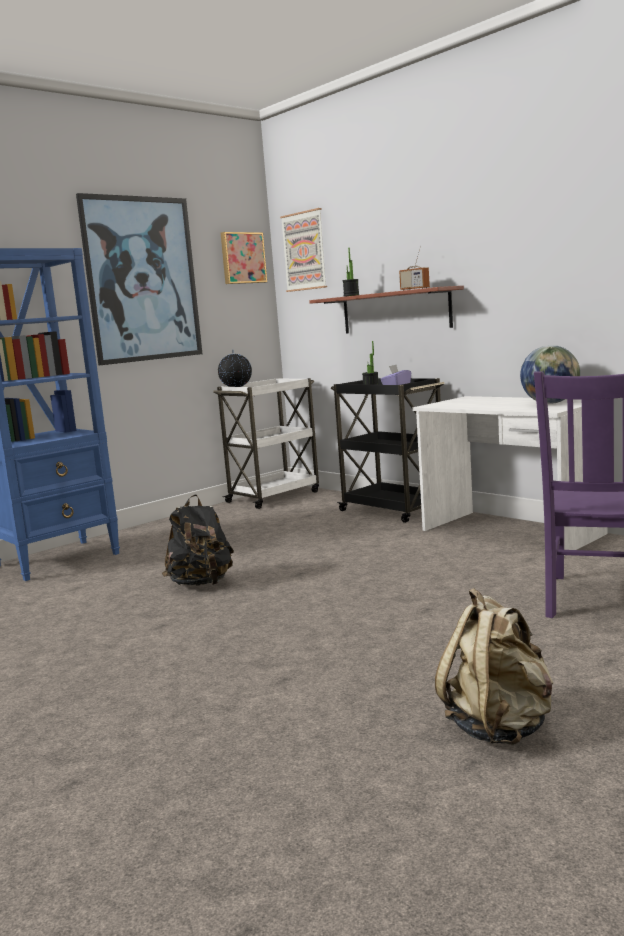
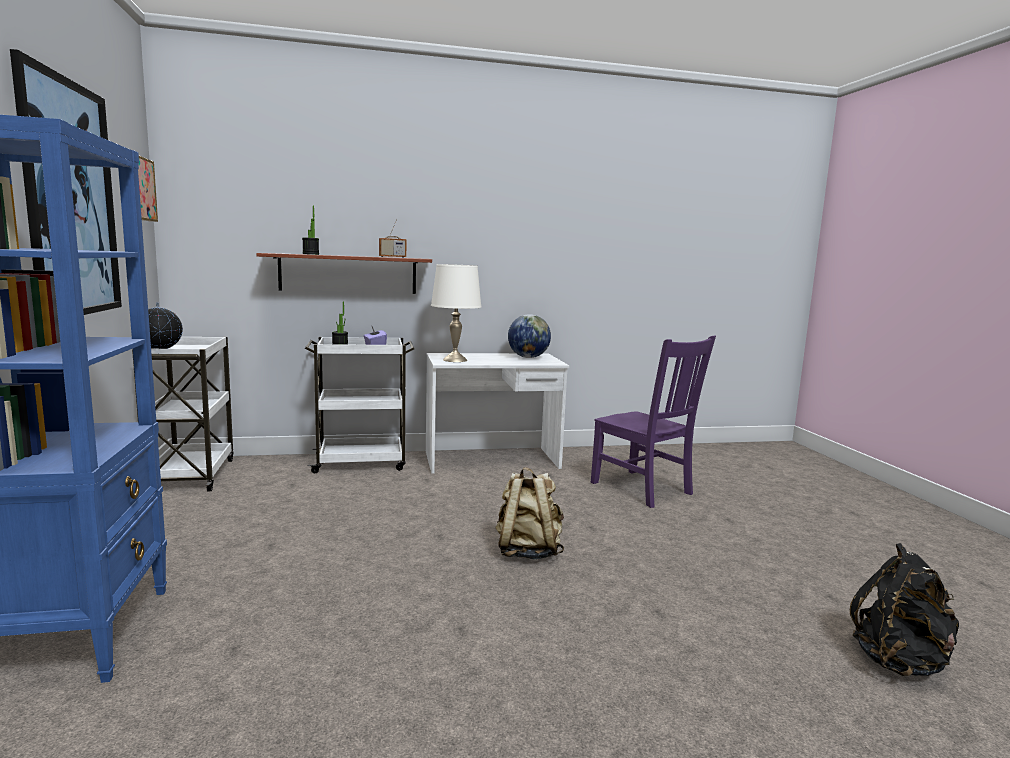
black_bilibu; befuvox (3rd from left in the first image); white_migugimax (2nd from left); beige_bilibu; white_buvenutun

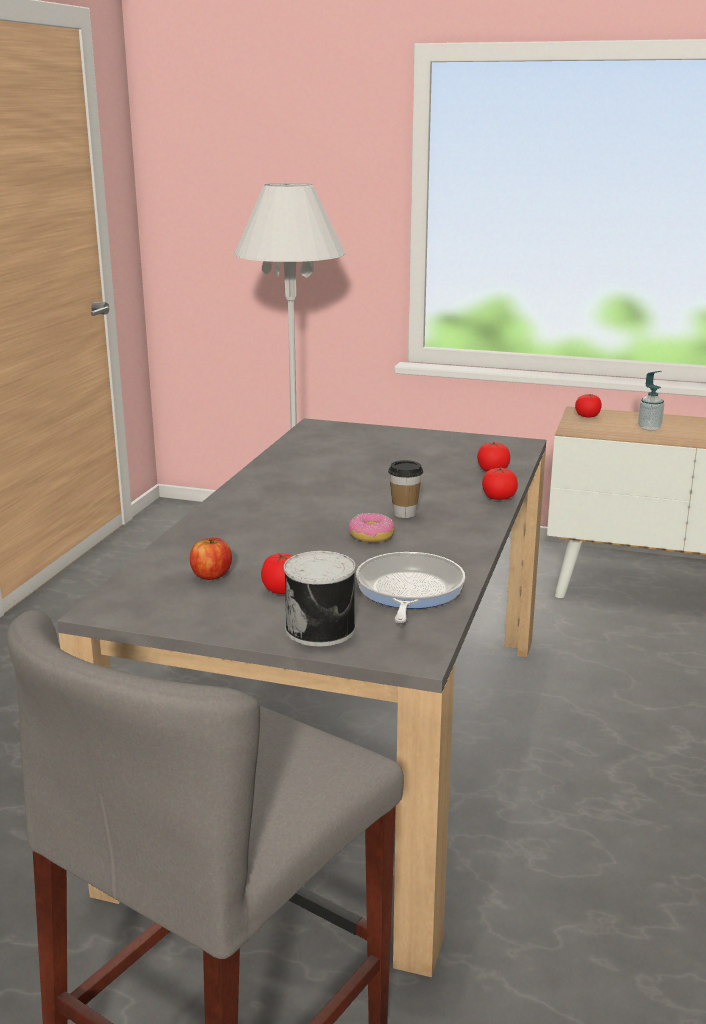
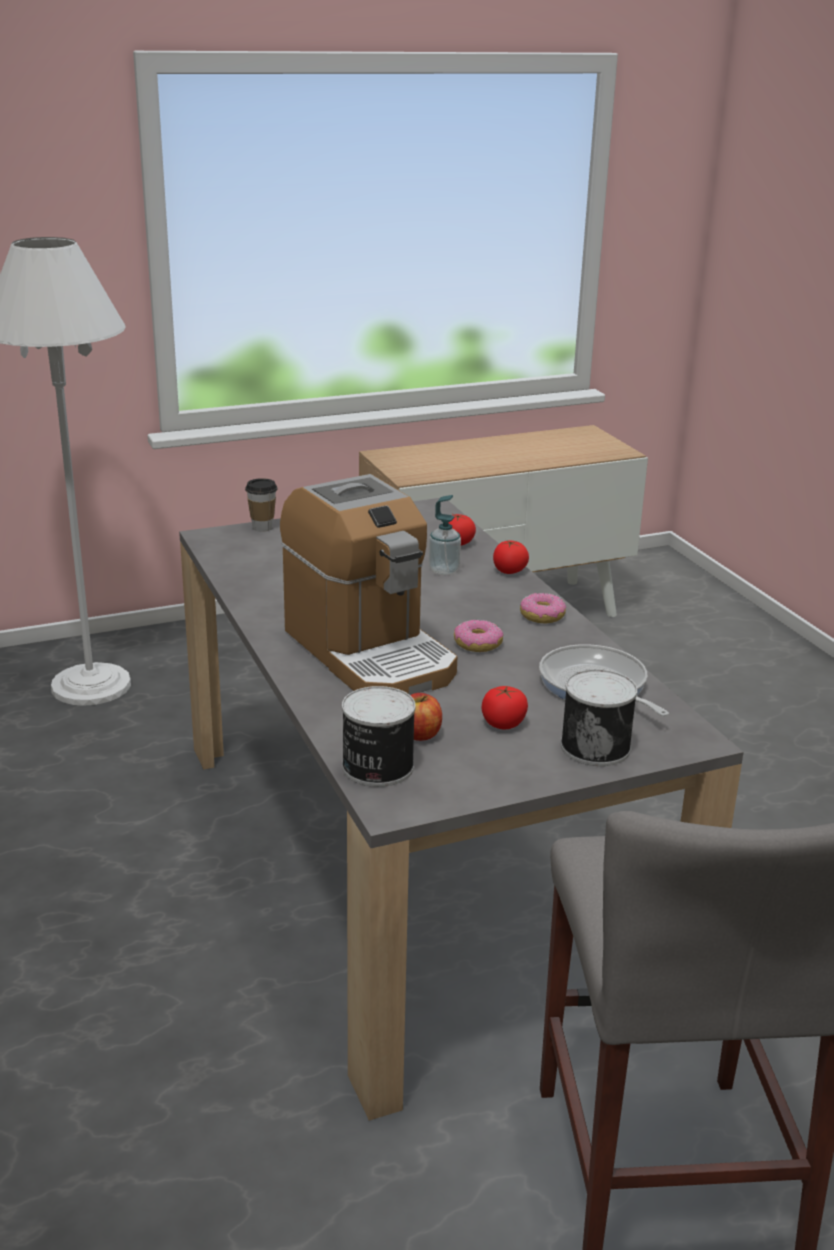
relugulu; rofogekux (4th from left in the first image); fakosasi; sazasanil; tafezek (1st from left); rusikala (2nd from left)

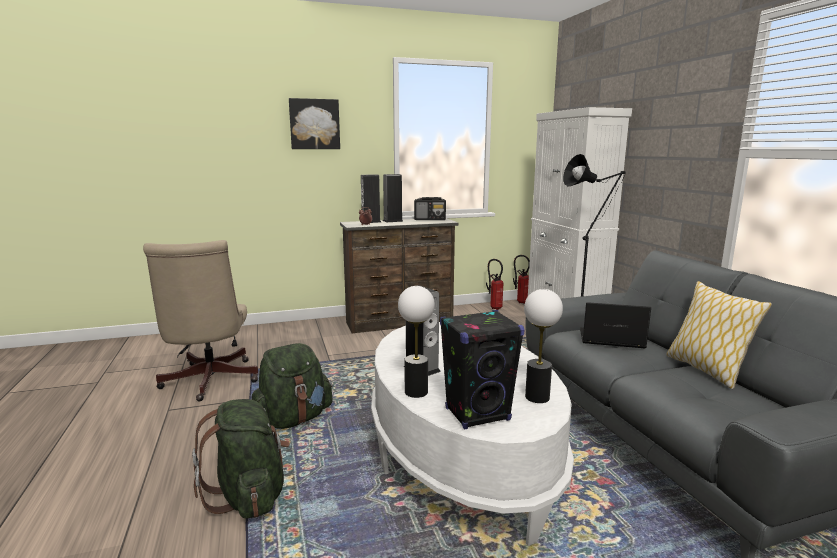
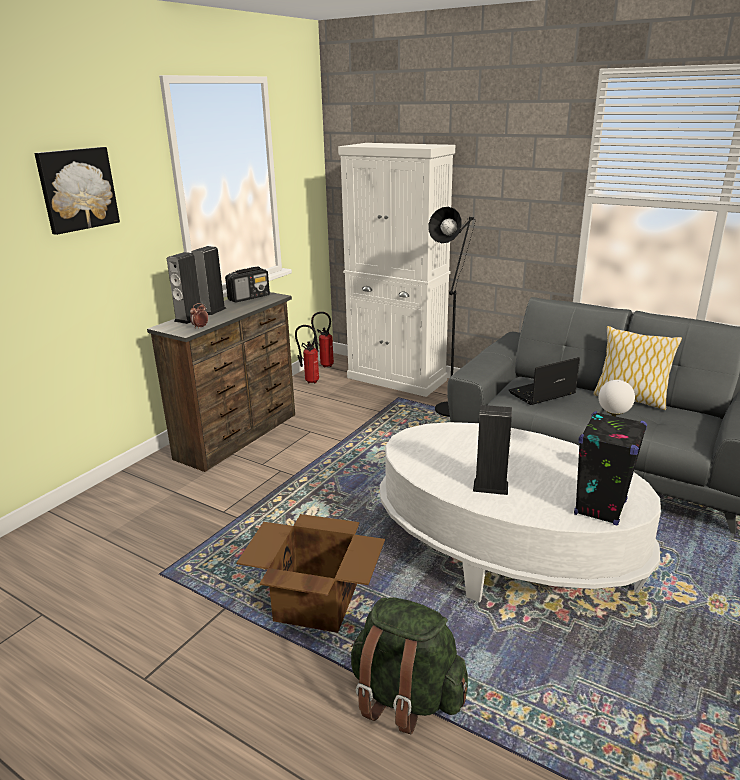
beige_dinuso; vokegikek; buvenutun (1st from left in the first image)

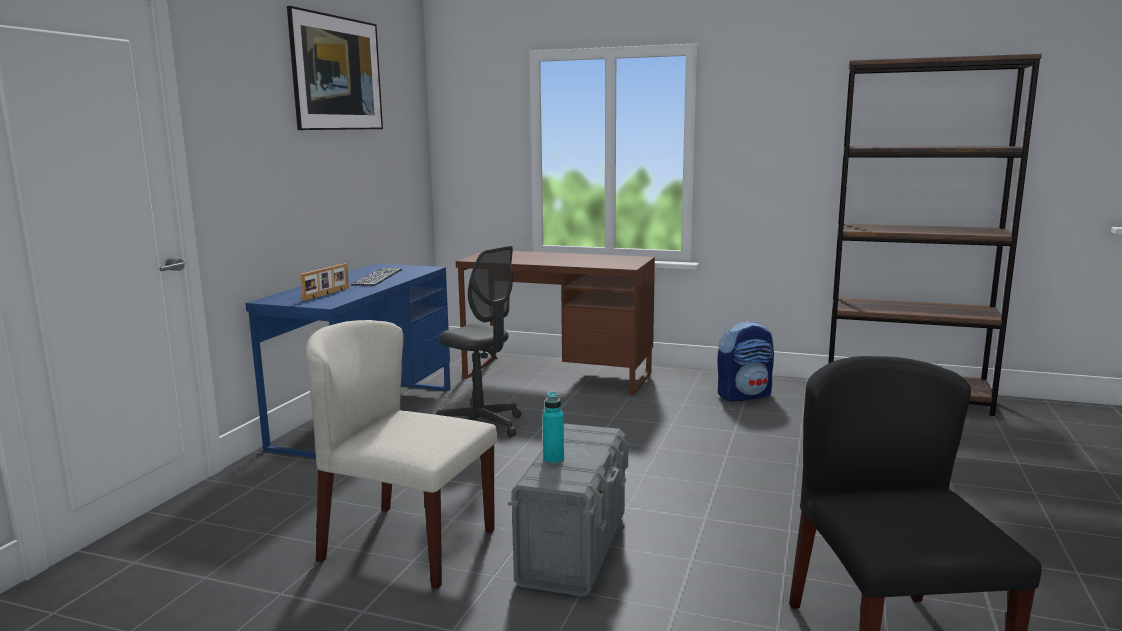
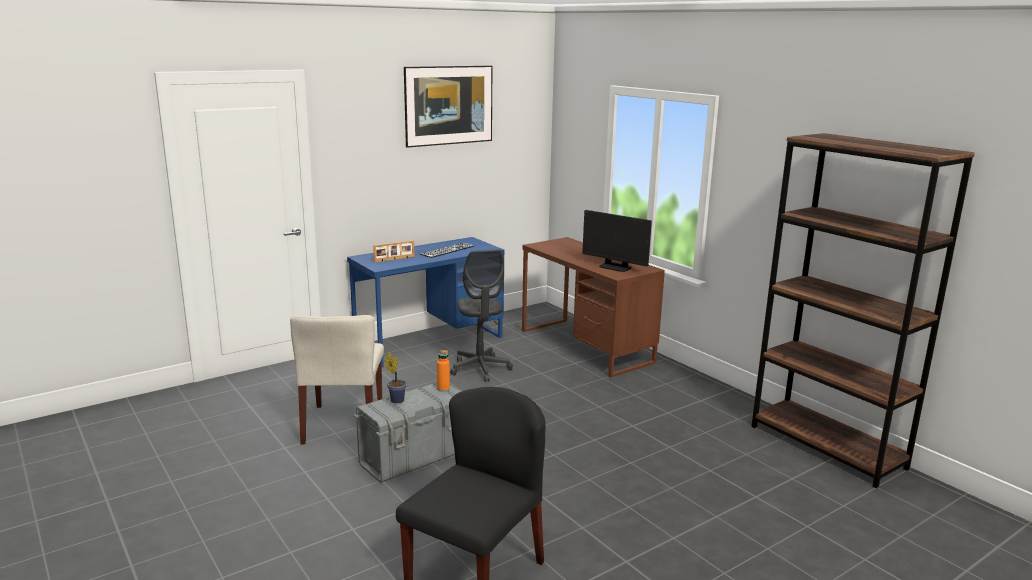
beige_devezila; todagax; bilibu; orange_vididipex; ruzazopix

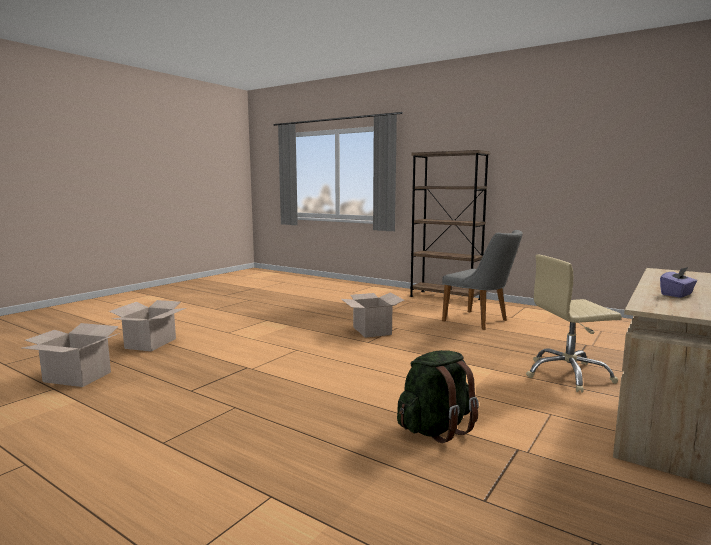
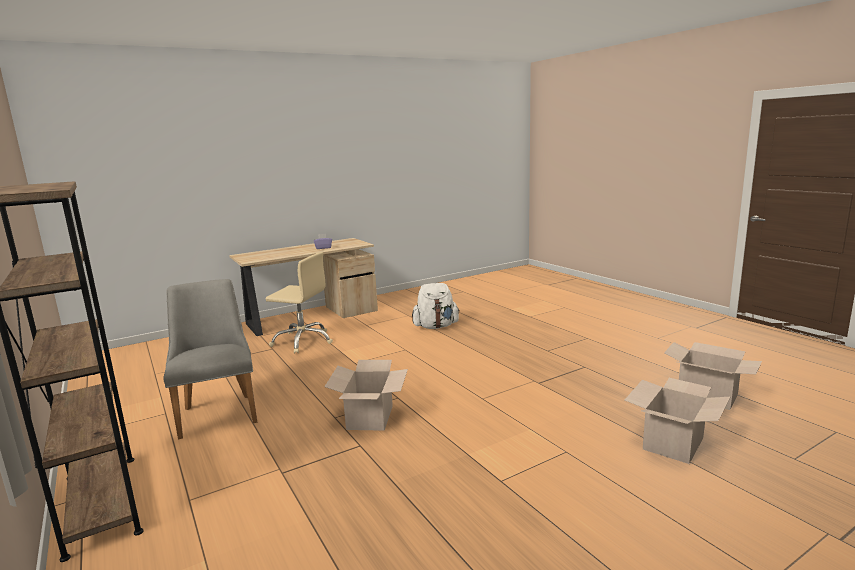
white_bilibu

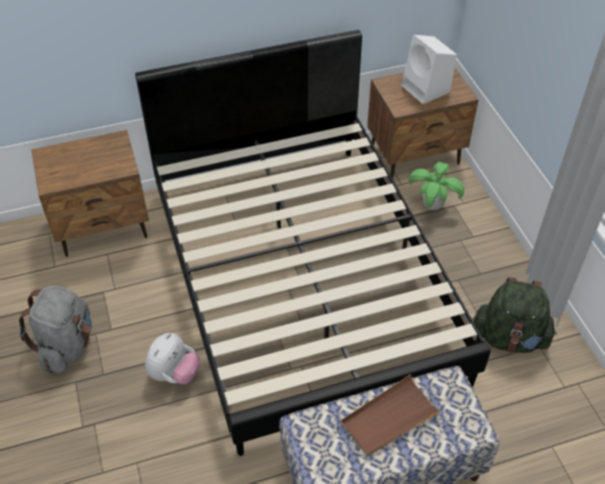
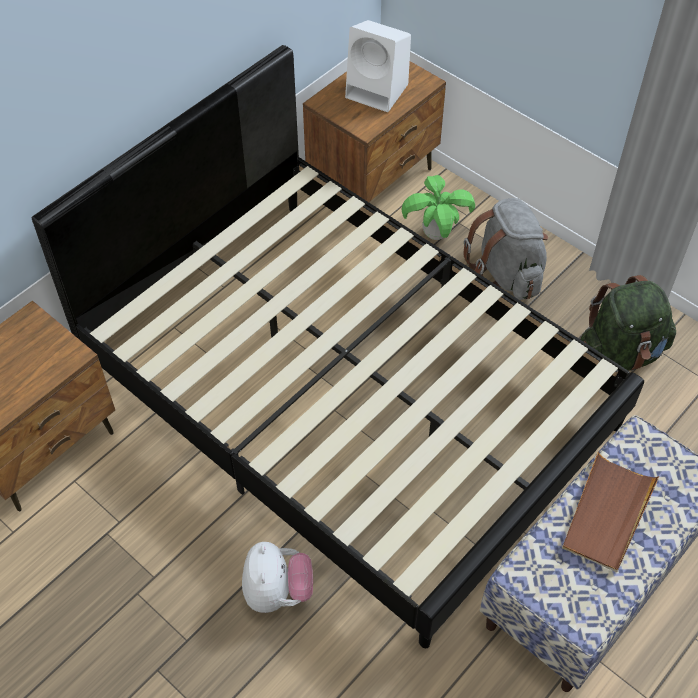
grey_bilibu

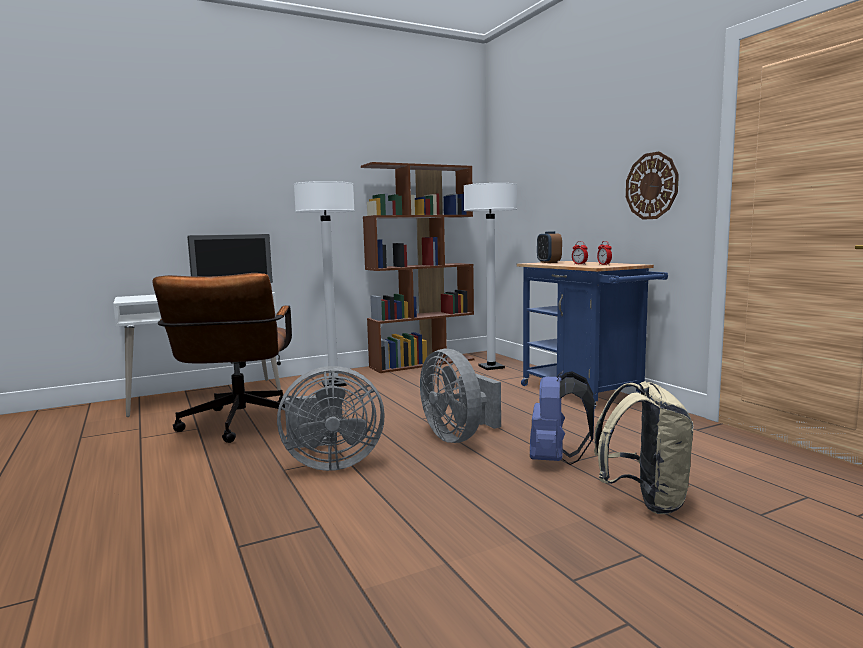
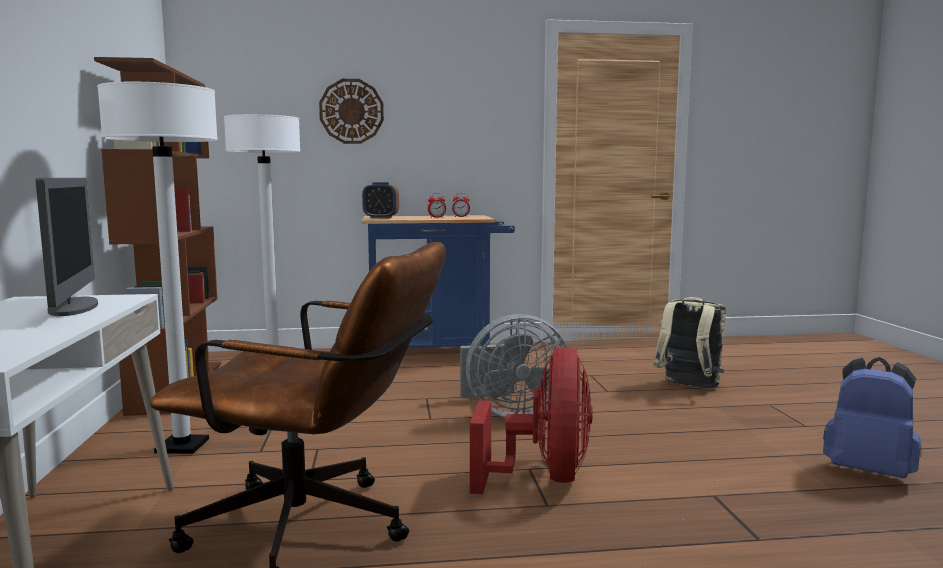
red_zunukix; blue_bilibu; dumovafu

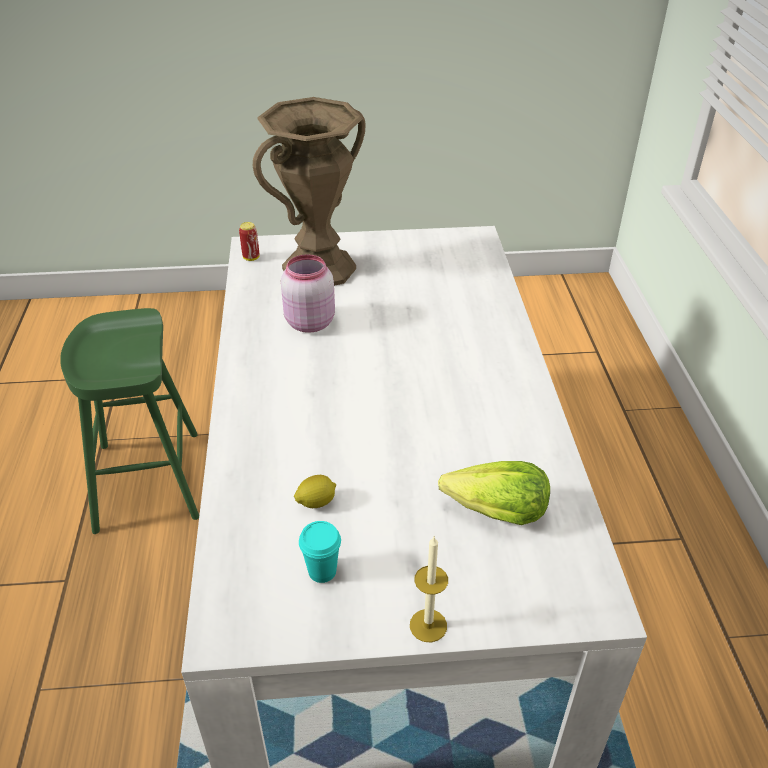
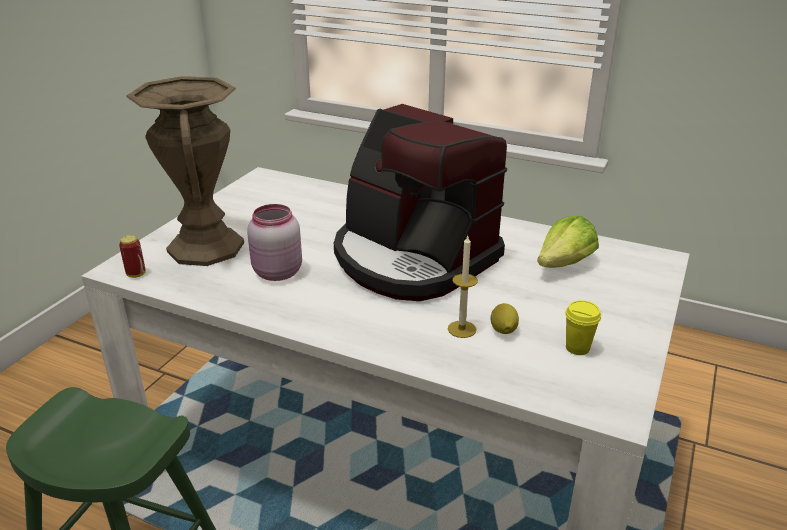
yellow_relugulu; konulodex; sazasanil

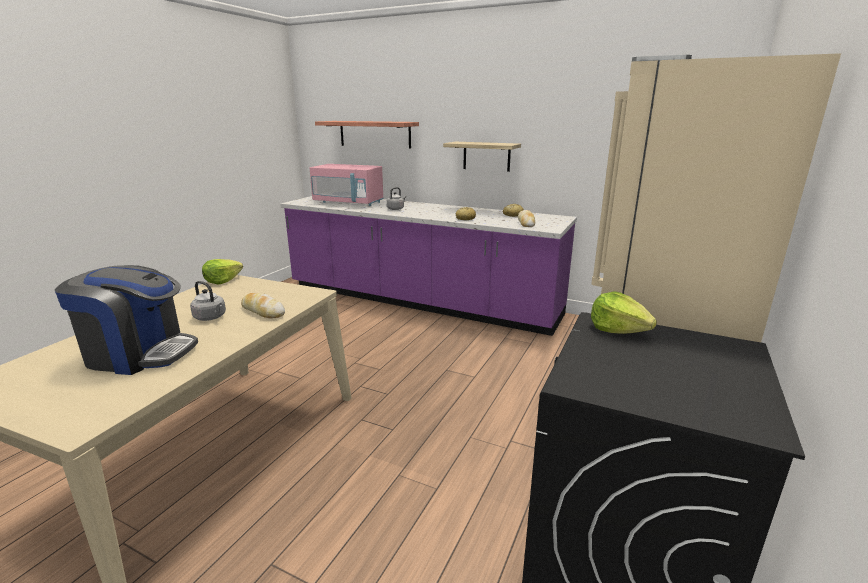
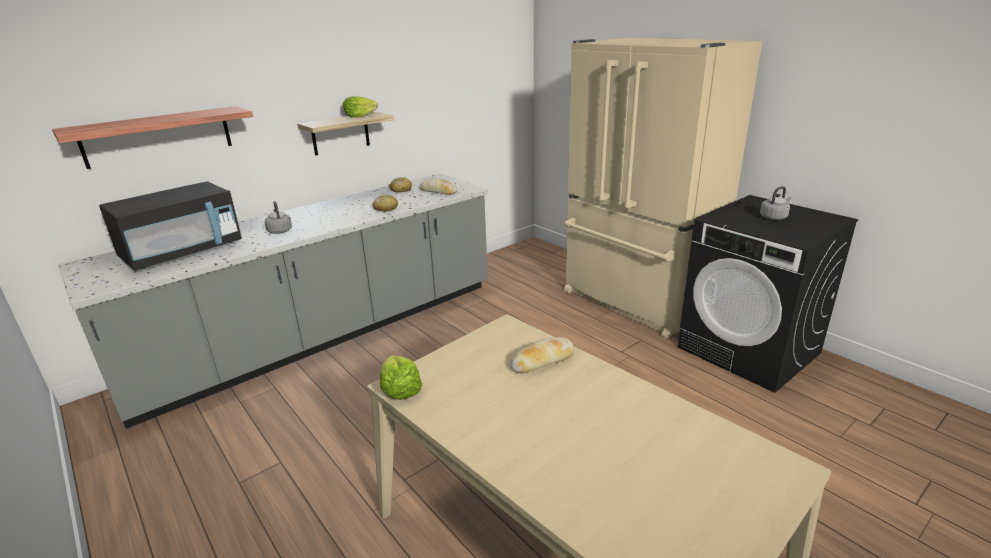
sazasanil; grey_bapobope (2nd from left); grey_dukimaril; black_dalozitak; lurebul (1st from left)

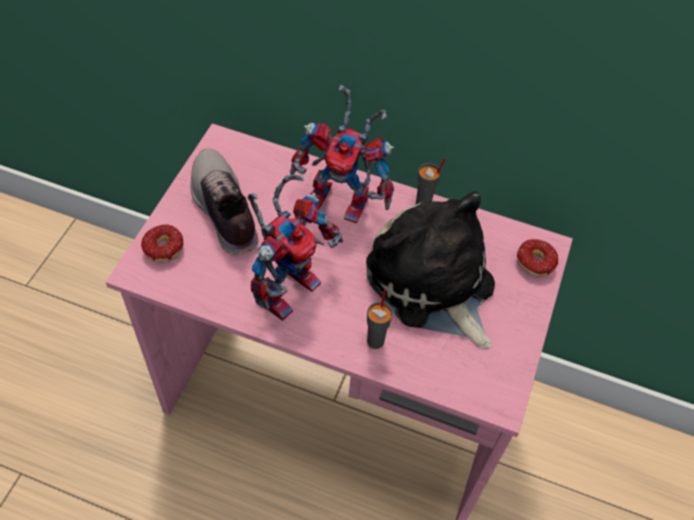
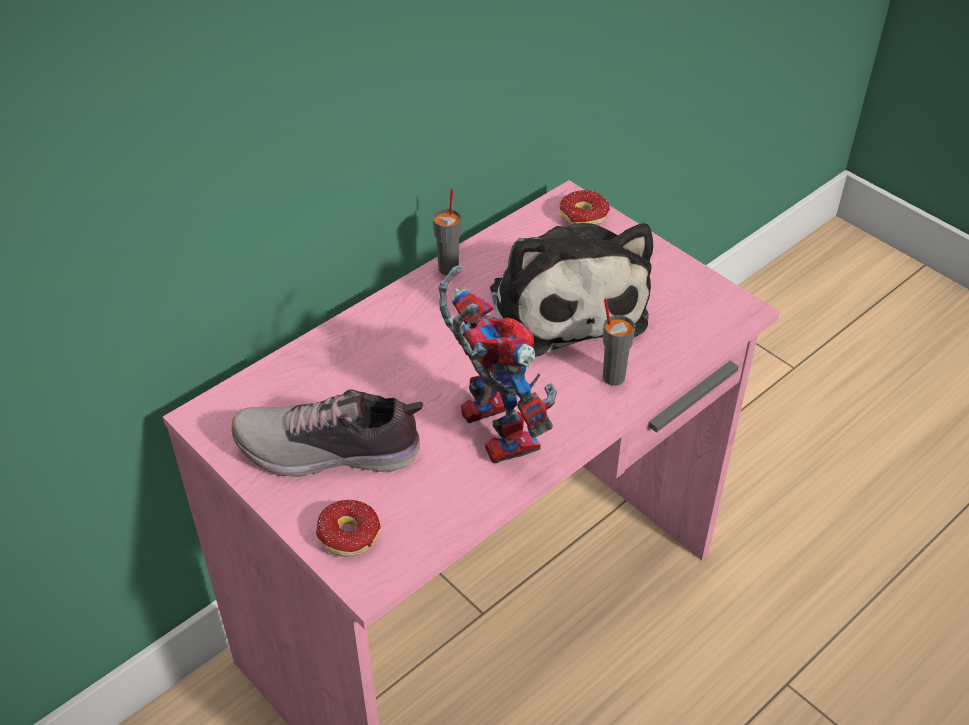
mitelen (2nd from left in the first image); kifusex

